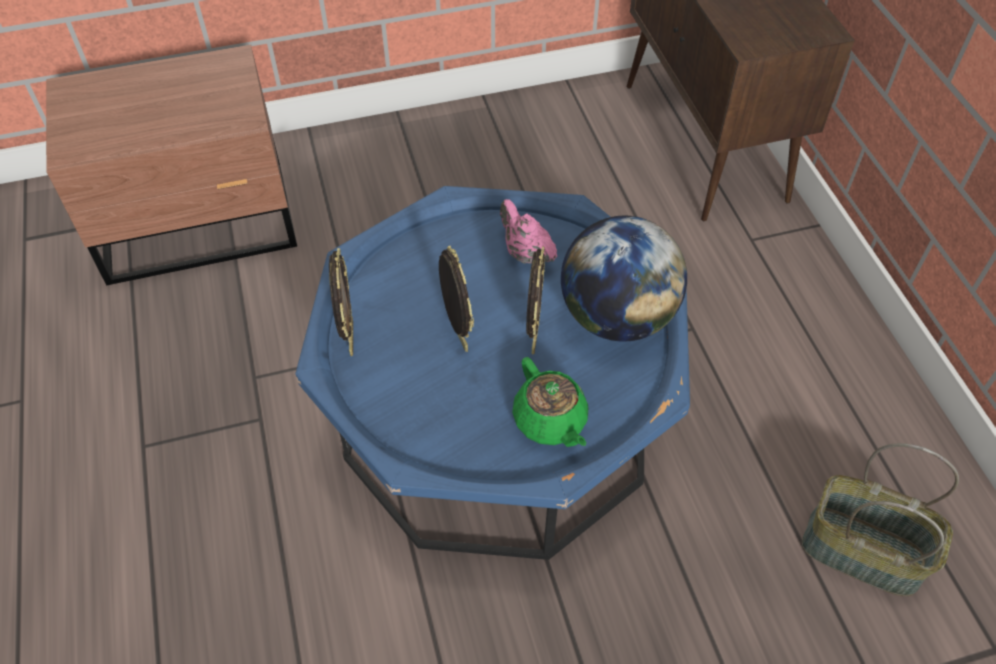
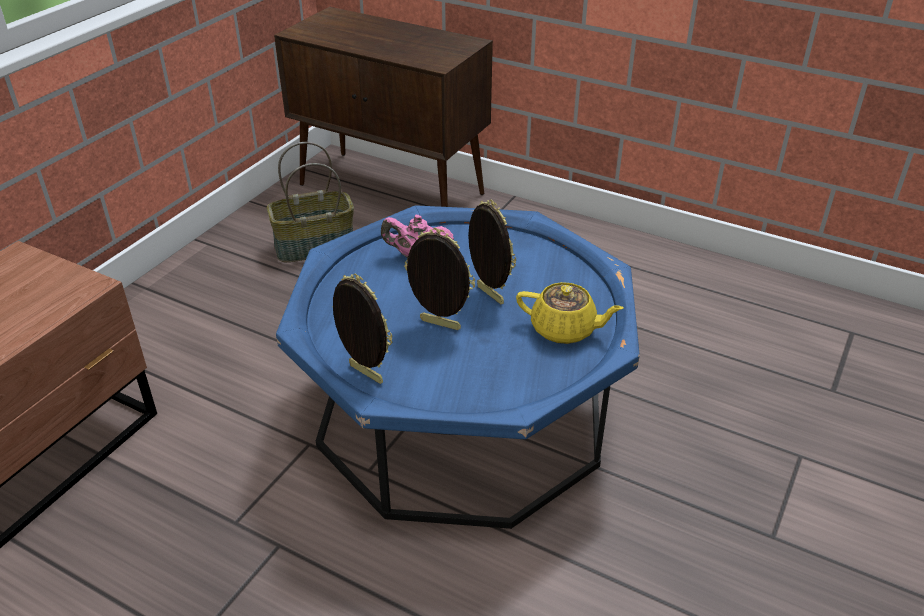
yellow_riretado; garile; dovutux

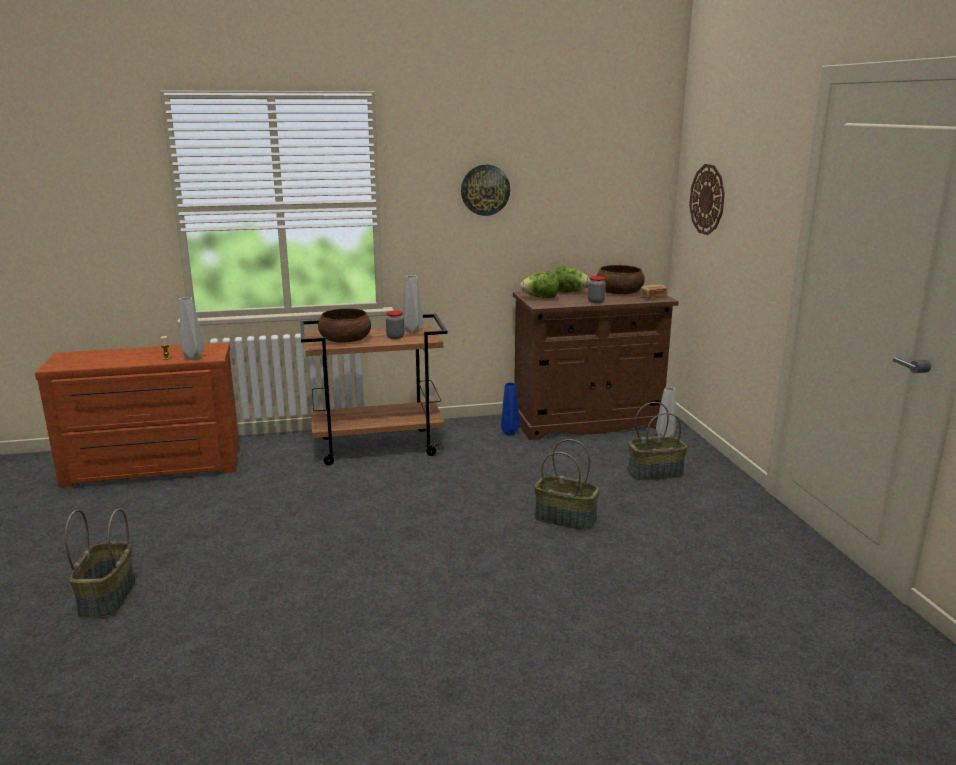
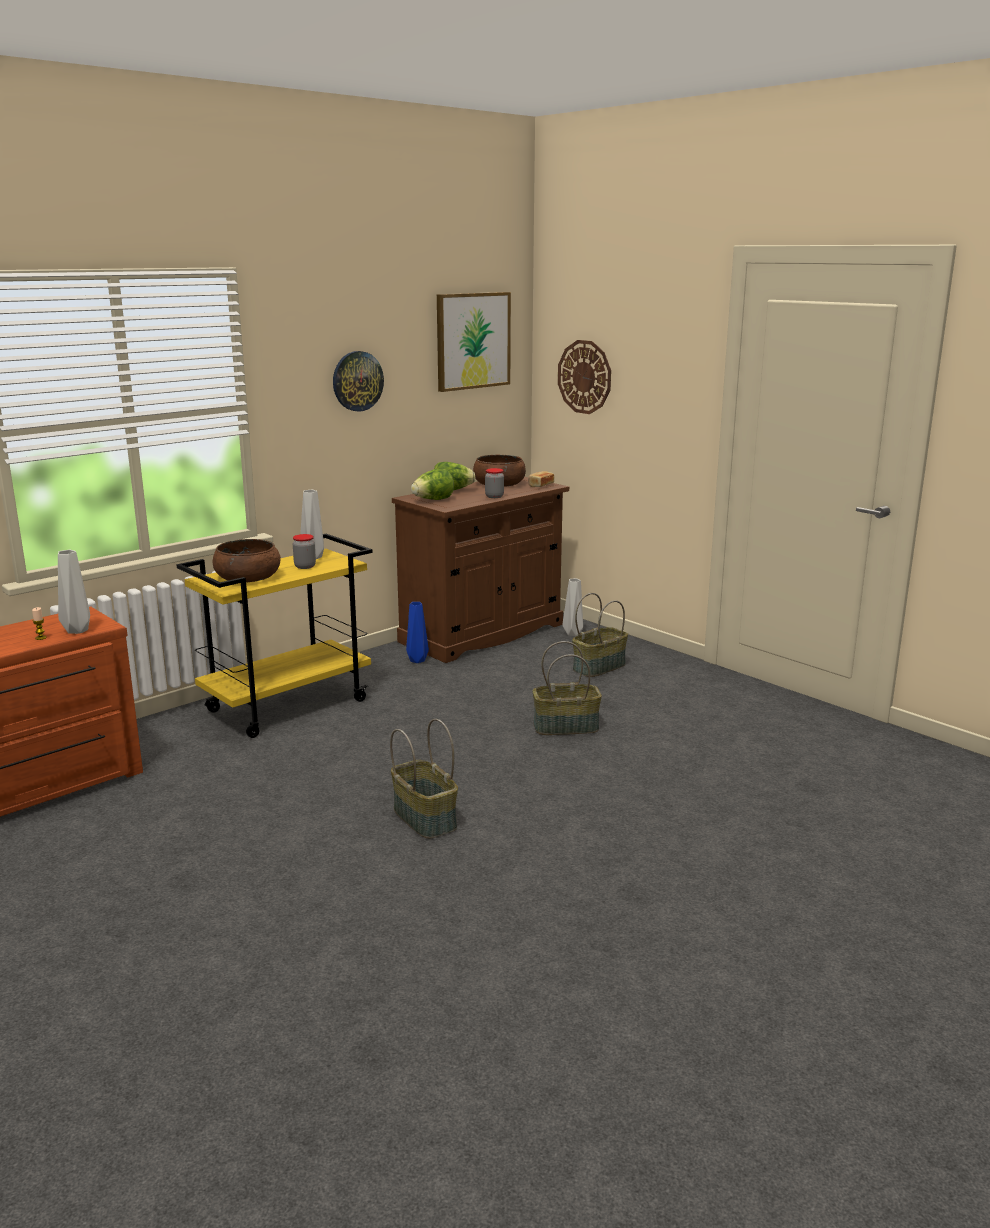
dovutux (1st from left); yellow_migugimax; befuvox

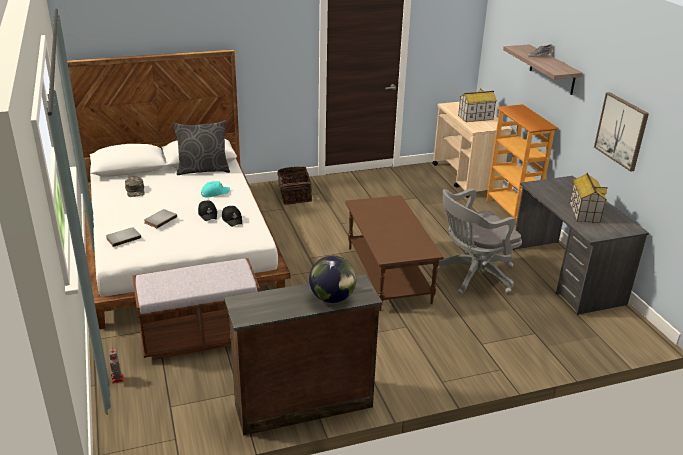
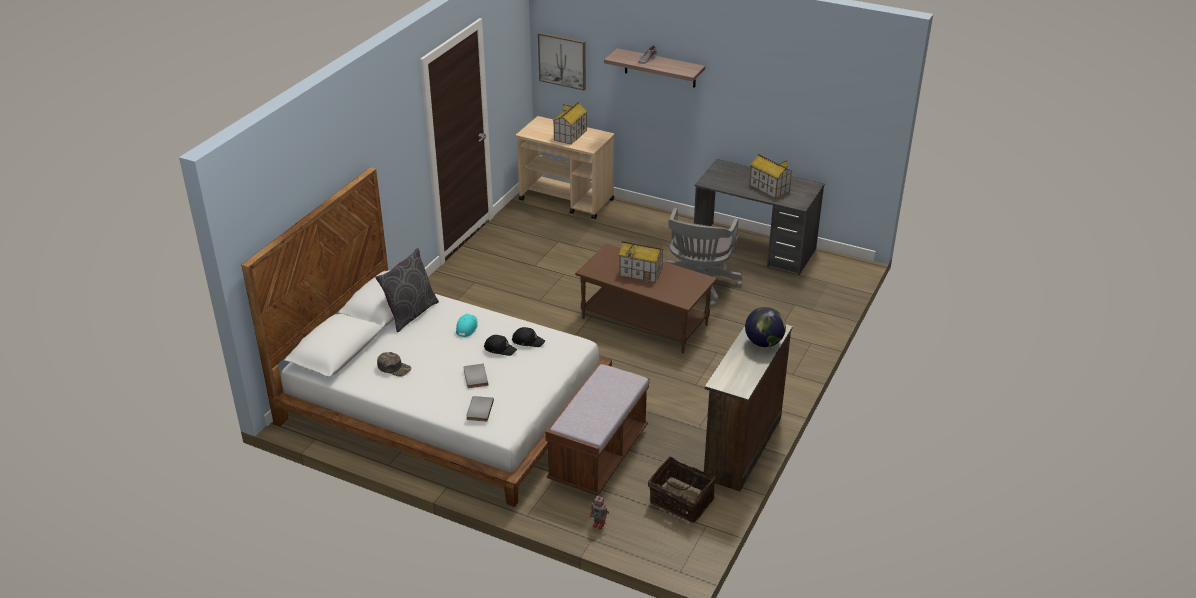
dovutux; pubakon; befuvox; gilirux (2nd from left)

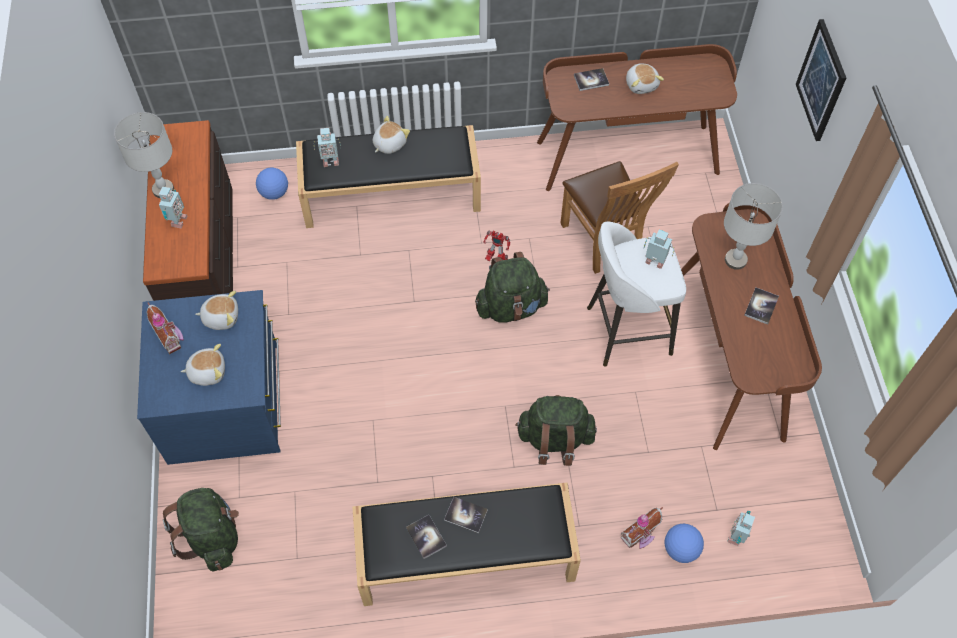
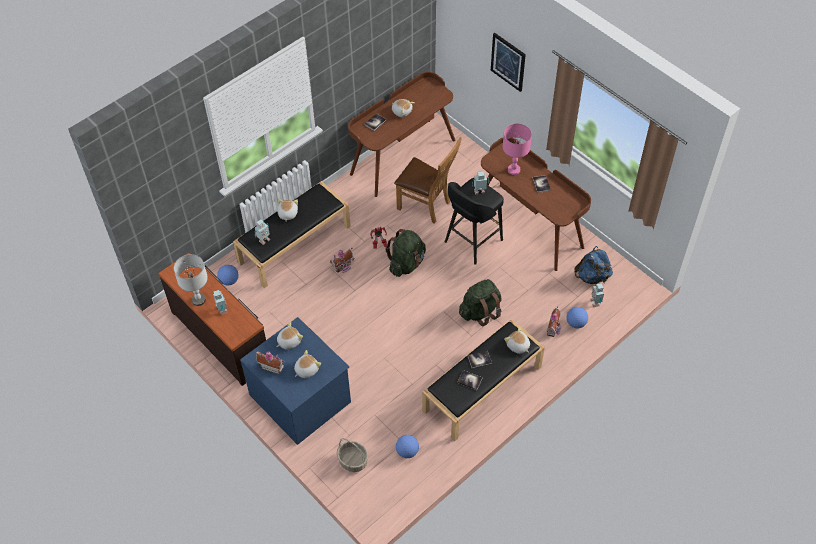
dovutux; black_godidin; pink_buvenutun; gilirux (2nd from left); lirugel (2nd from left); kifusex (5th from left); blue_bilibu

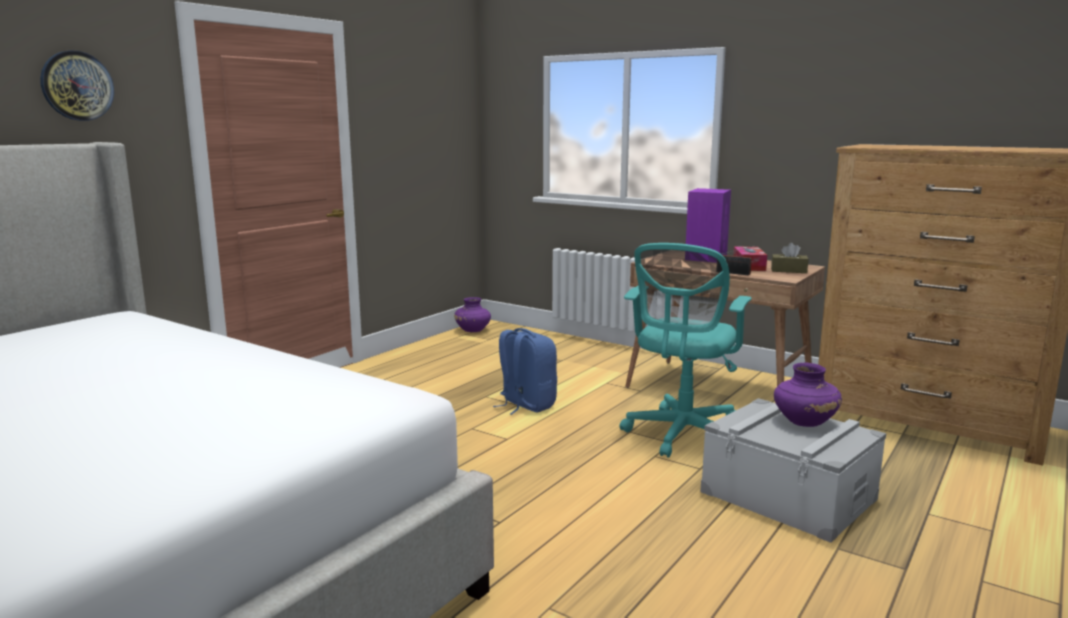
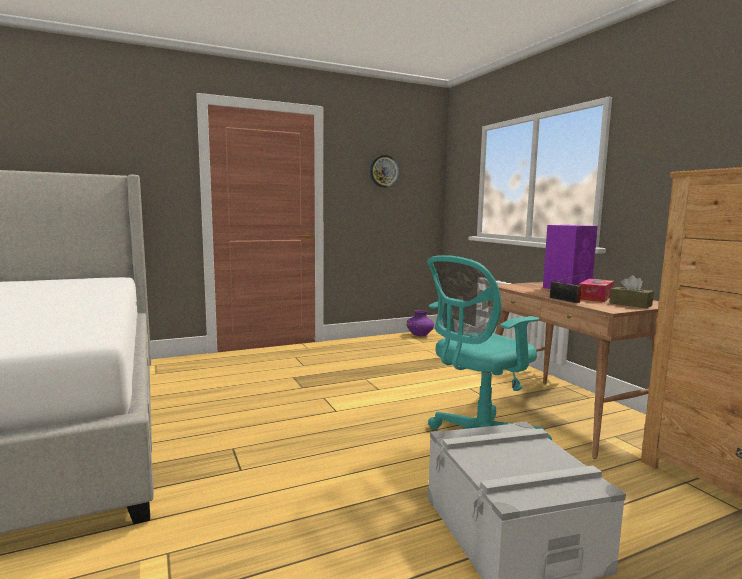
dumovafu; blue_bilibu; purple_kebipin (2nd from left in the first image)

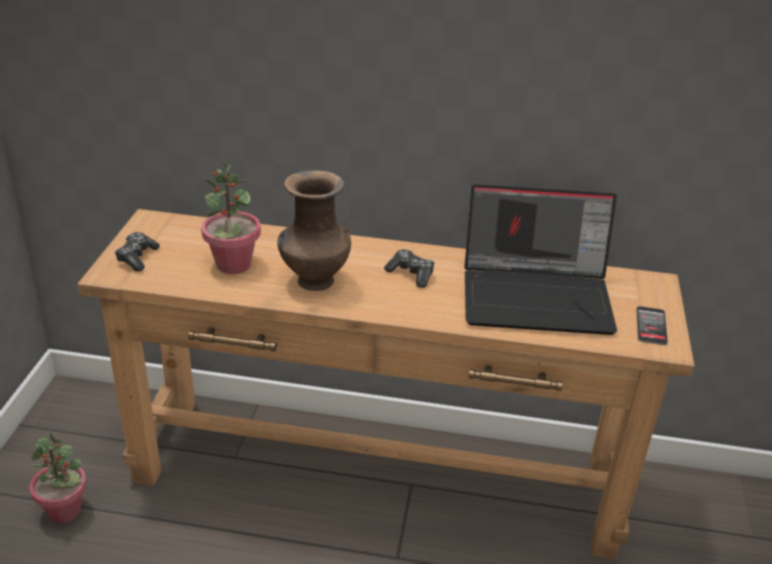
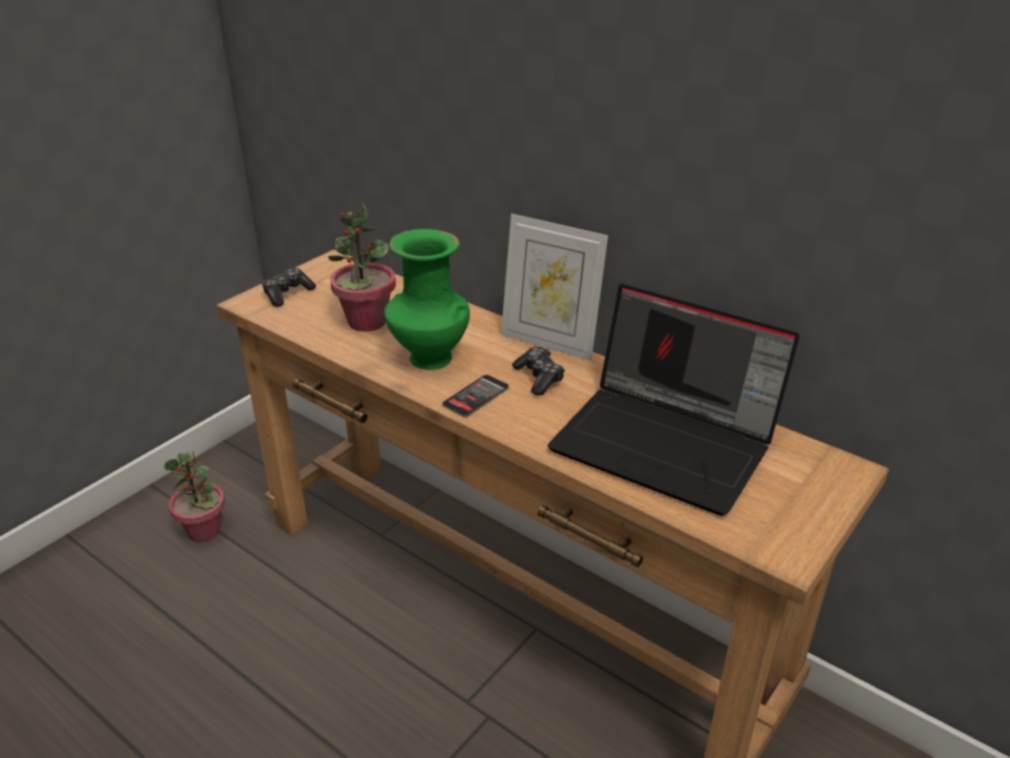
green_kebipin; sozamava; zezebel

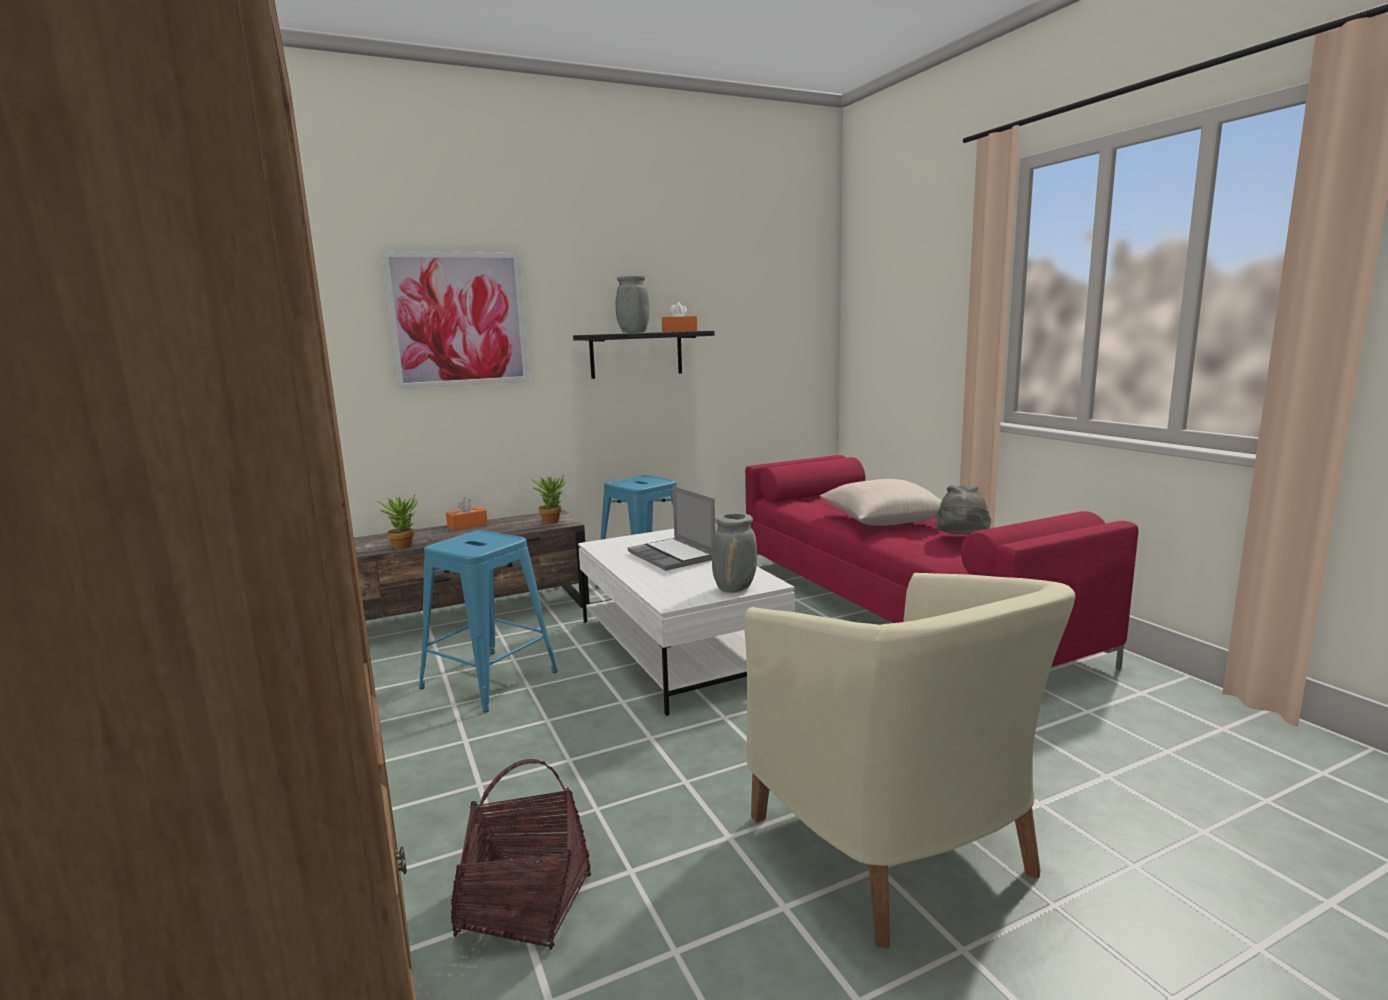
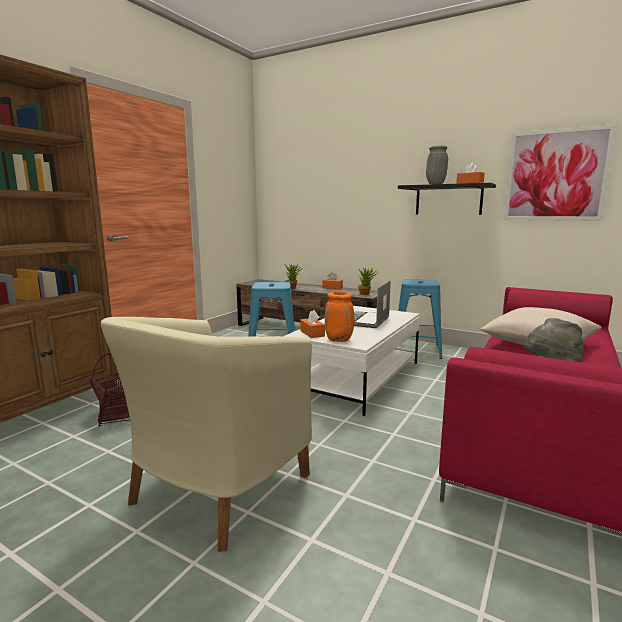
befuvox; orange_kebipin; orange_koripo (1st from left)

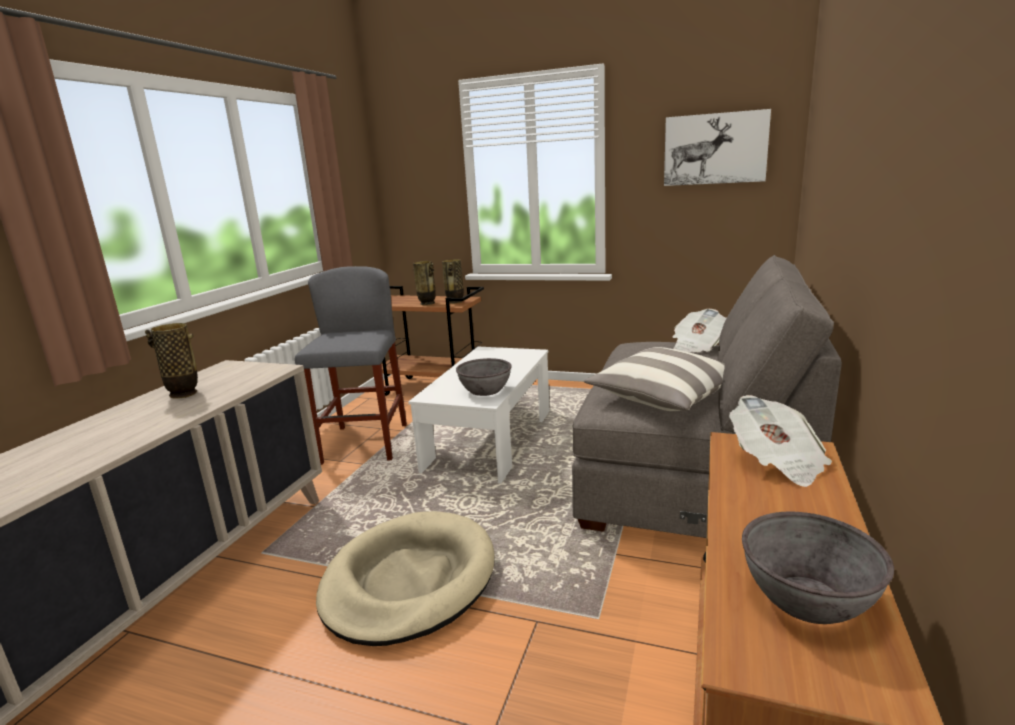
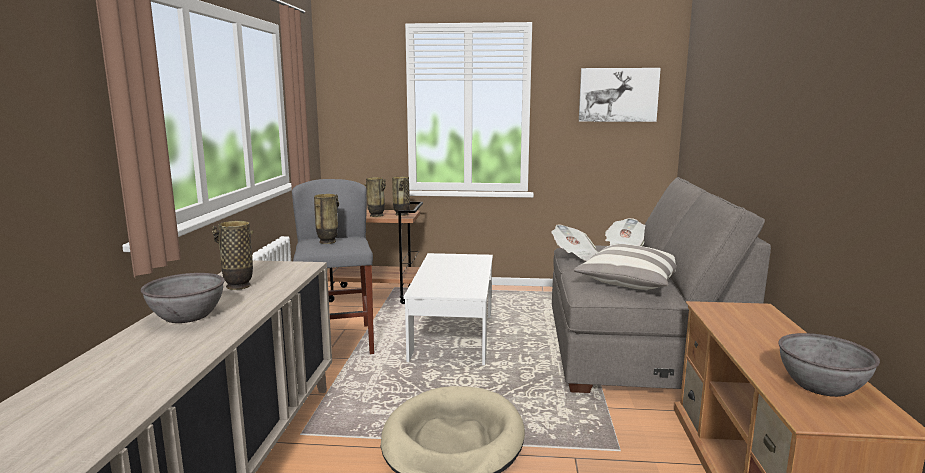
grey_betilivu (1st from left); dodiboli (1st from left); kebipin (2nd from left)

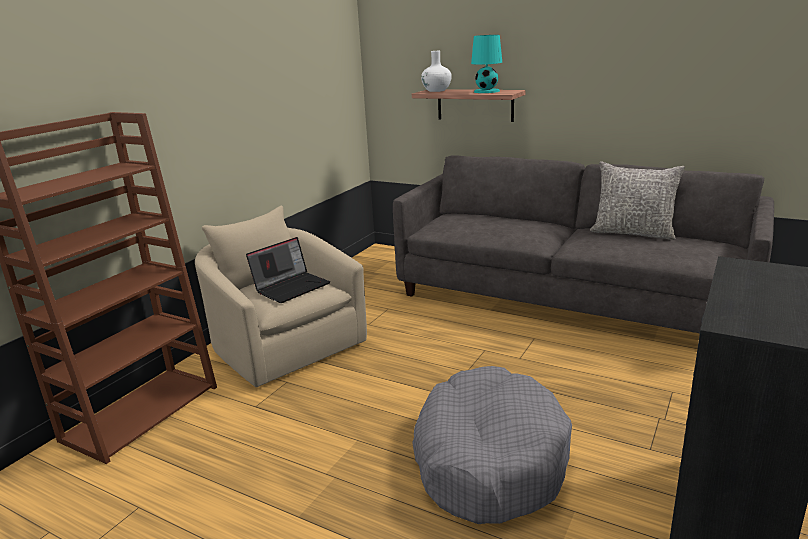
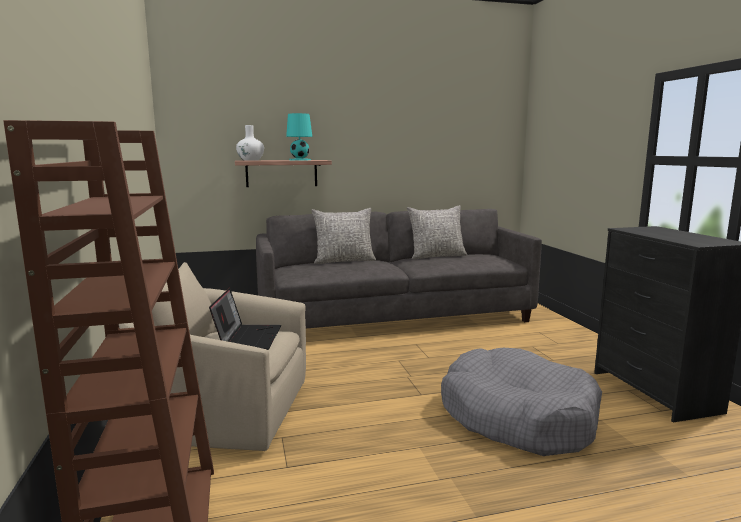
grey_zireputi (1st from left)

